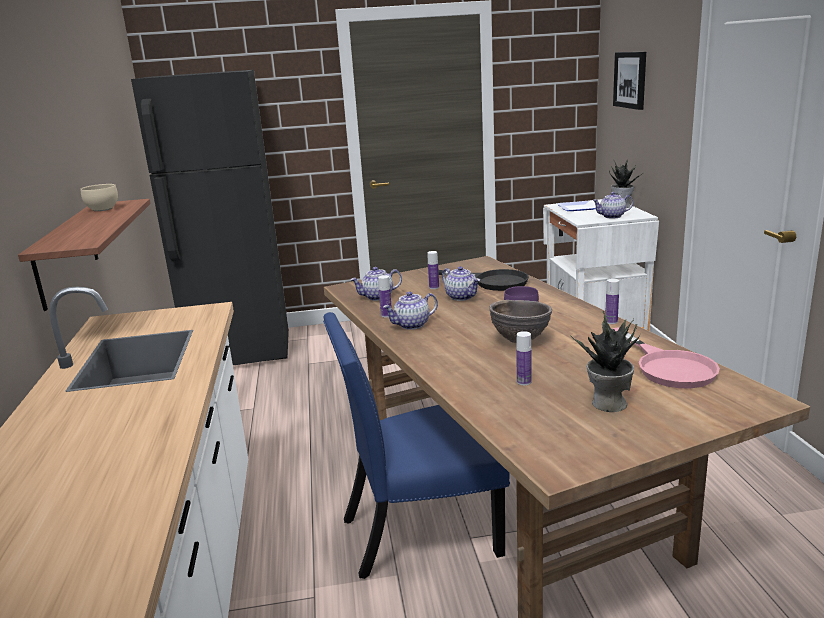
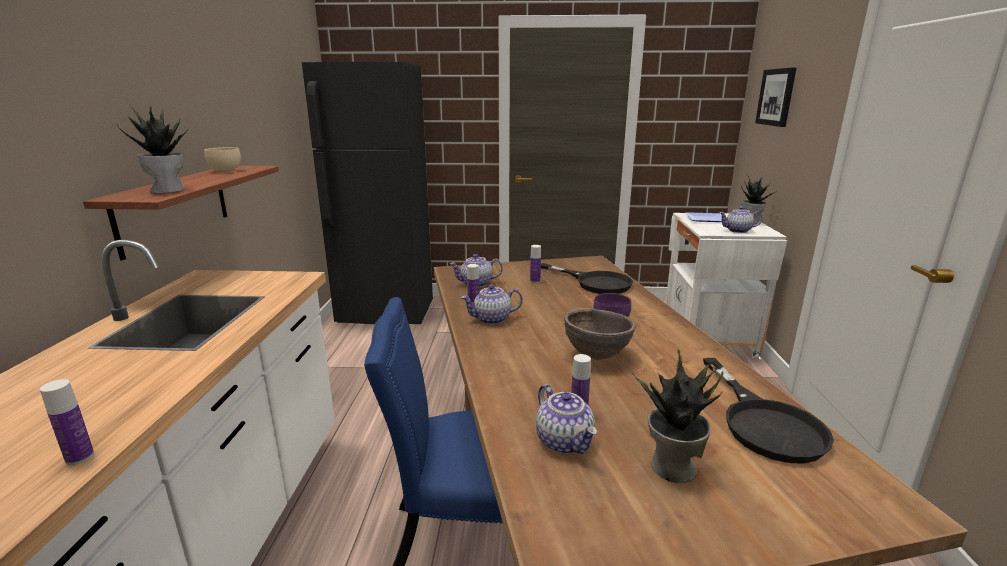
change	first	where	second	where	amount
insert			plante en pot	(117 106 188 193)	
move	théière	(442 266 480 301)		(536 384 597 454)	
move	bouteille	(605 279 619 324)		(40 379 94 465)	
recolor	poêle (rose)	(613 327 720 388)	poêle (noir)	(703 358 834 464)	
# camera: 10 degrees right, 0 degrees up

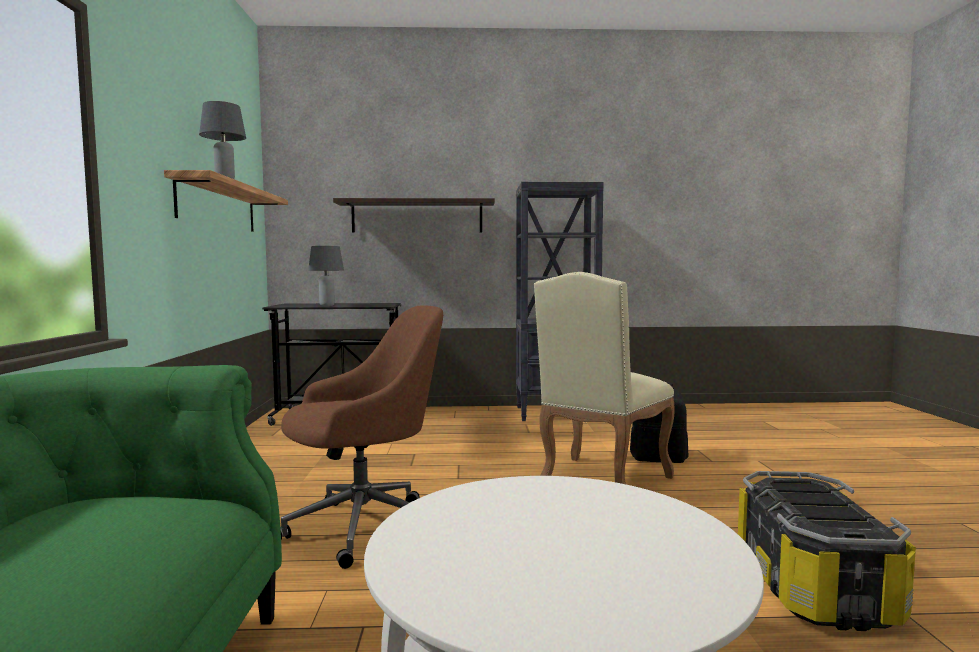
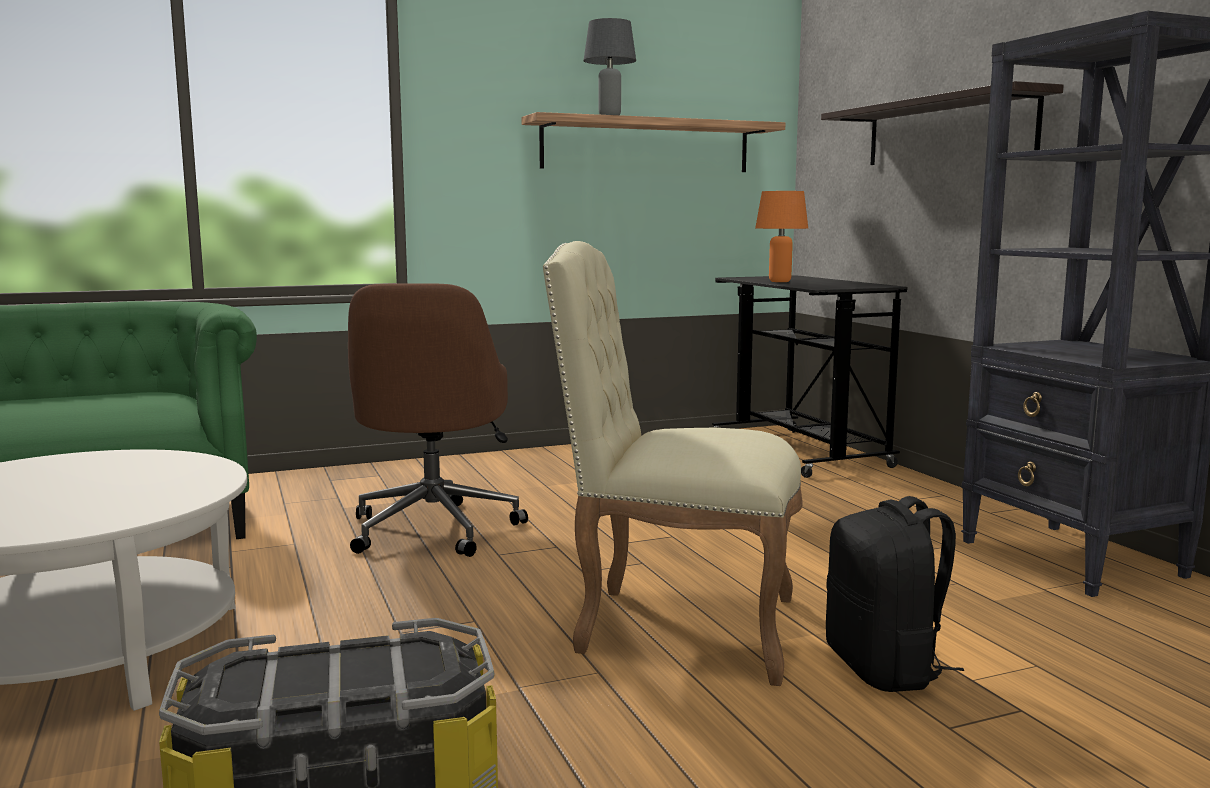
change	first	where	second	where	amount
recolor	lampe de table (gris)	(308 246 344 306)	lampe de table (orange)	(755 191 808 282)	
rotate	chaise de bureau (marron)	(280 305 443 569)		(348 283 528 557)	45 degrees clockwise
# camera: 70 degrees right, 5 degrees up

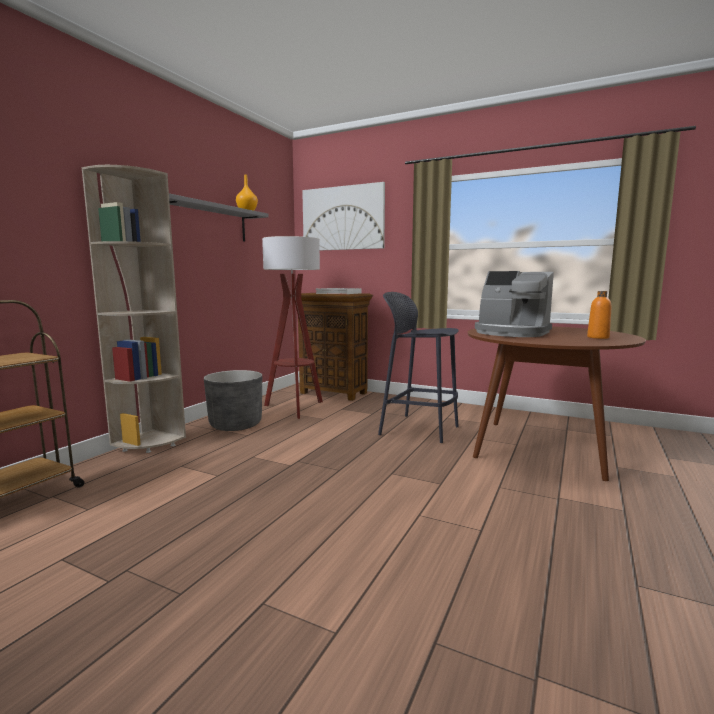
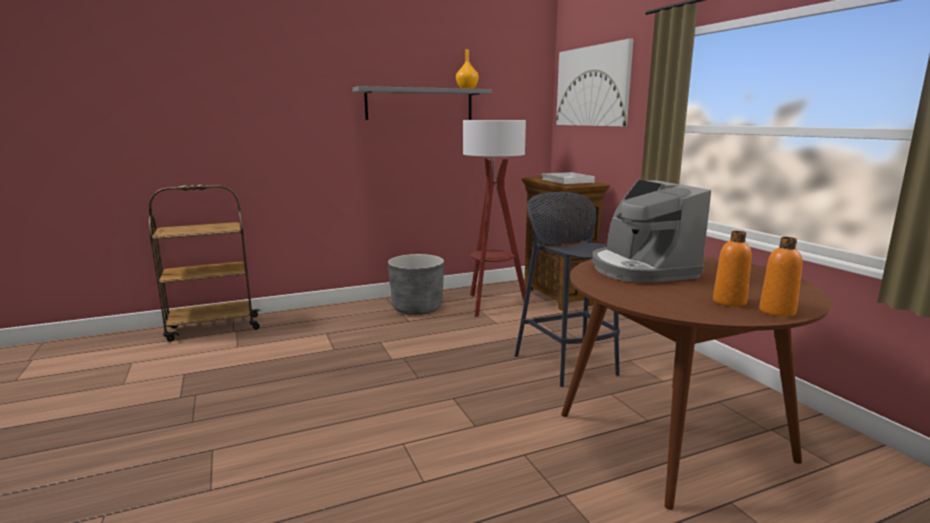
change	first	where	second	where	amount
delete	bibliothèque (beige)	(82 165 186 453)			
insert			bouteille (orange)	(759 237 803 317)	
# camera: 40 degrees right, 5 degrees up

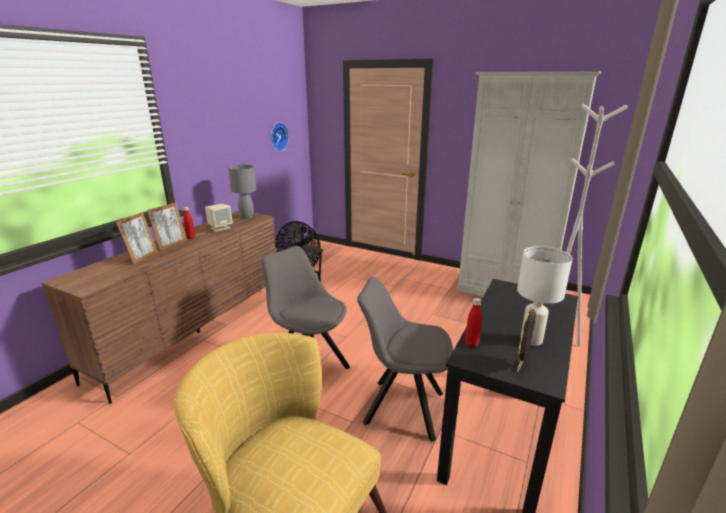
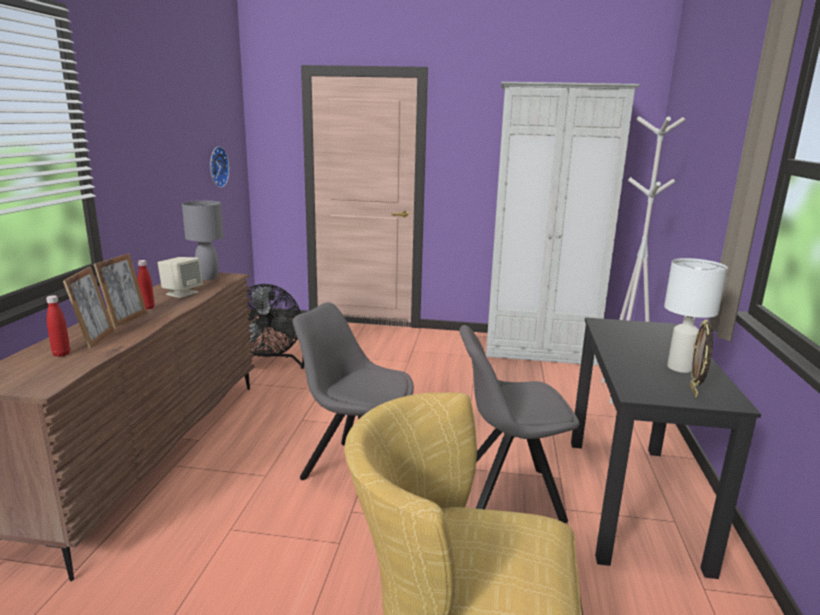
change	first	where	second	where	amount
move	bouteille (rouge)	(465 298 482 347)		(46 295 70 357)	
# camera: 20 degrees left, 5 degrees down

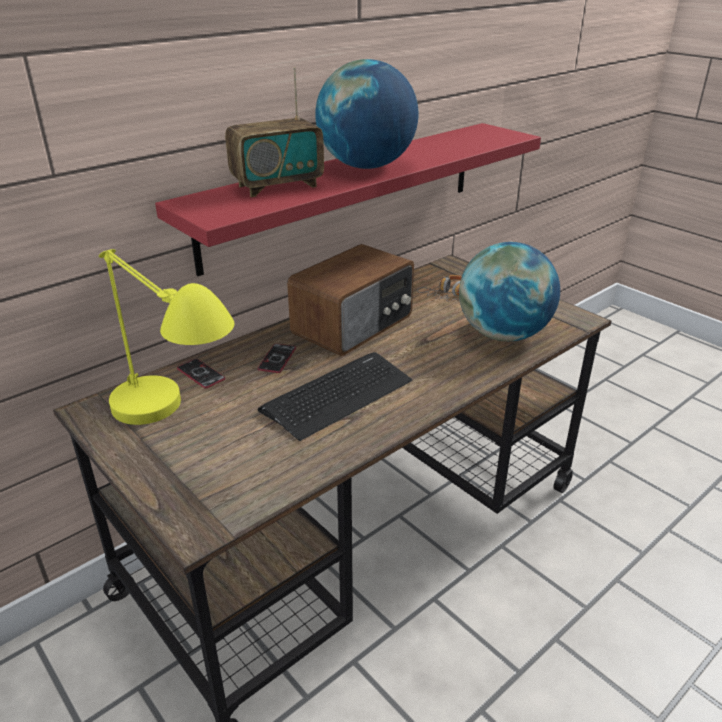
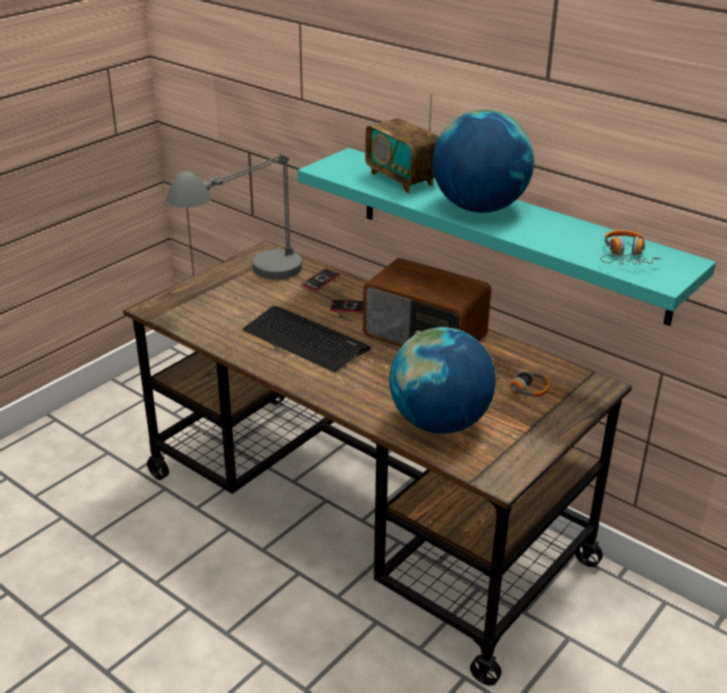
change	first	where	second	where	amount
insert			casque audio	(600 230 662 265)	
recolor	lampe de table (jaune)	(99 249 234 425)	lampe de table (gris)	(166 154 302 280)	
recolor	étagère (rouge)	(155 123 541 276)	étagère (turquoise)	(297 148 716 326)	
# camera: 80 degrees right, 0 degrees up

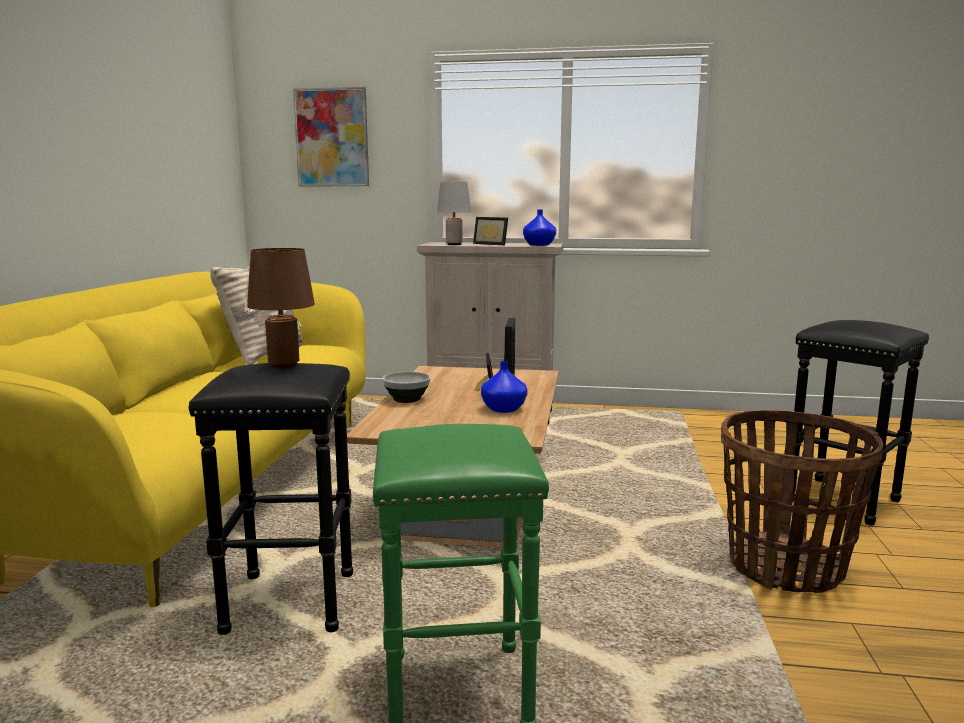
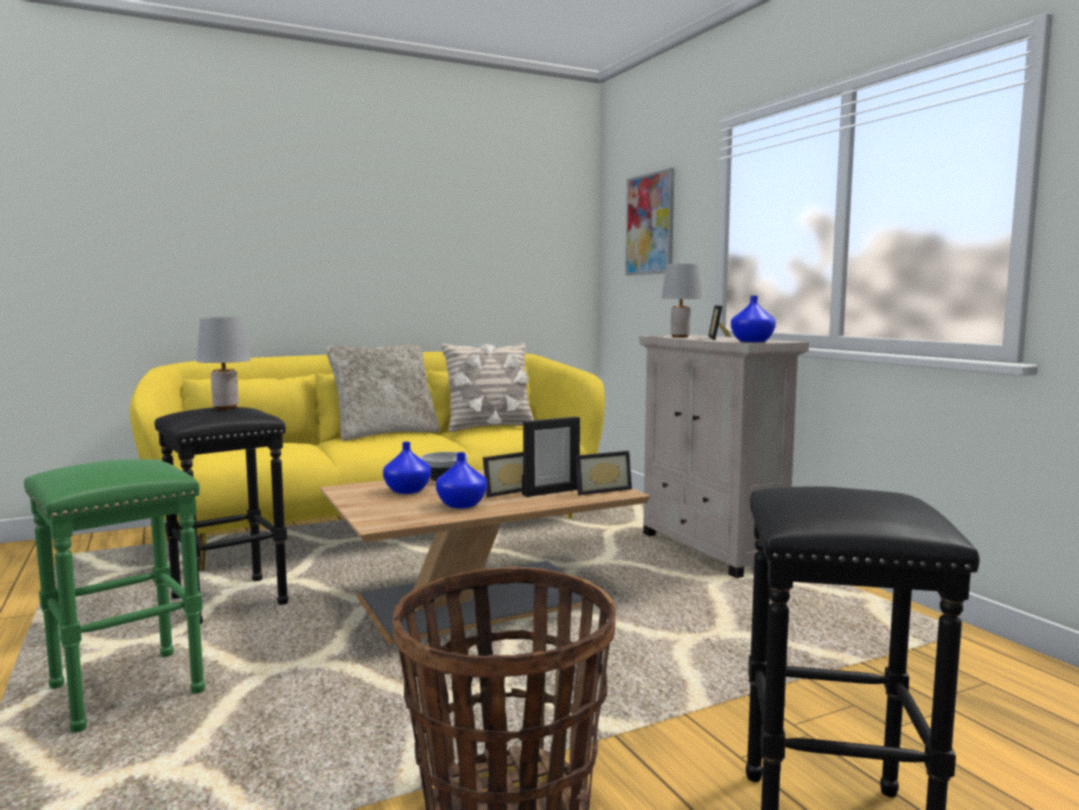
change	first	where	second	where	amount
insert			coussin (beige)	(326 344 440 441)	
insert			vase (bleu)	(383 442 431 494)	
insert			cadre photo	(575 451 632 495)	
recolor	lampe de table (marron)	(247 248 315 368)	lampe de table (gris)	(196 317 251 409)	
# camera: 55 degrees right, 5 degrees down

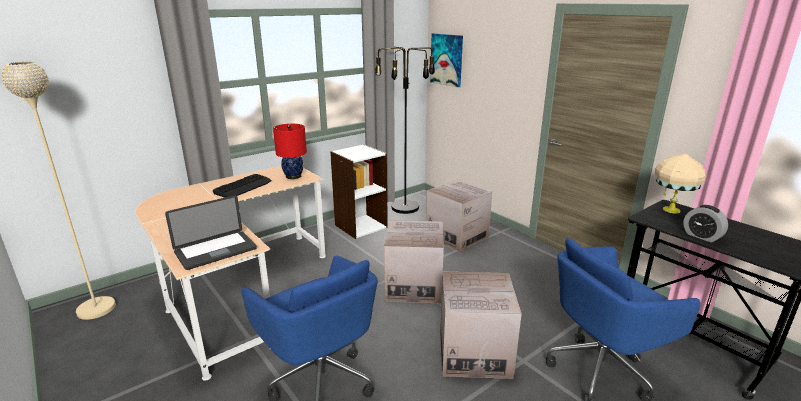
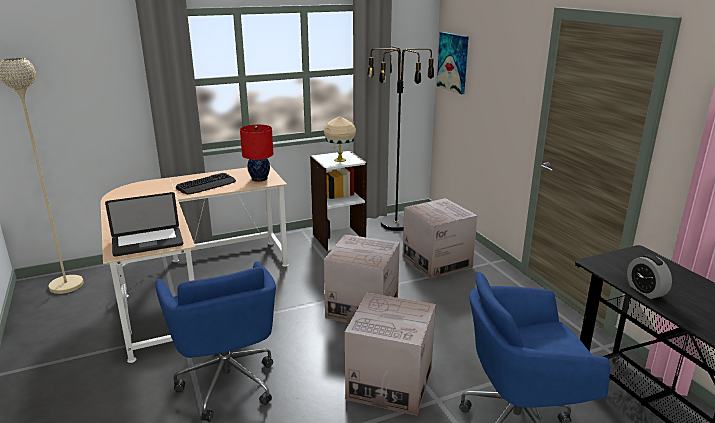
change	first	where	second	where	amount
move	lampe de table (beige)	(655 154 706 214)		(324 116 356 162)	
# camera: 15 degrees right, 0 degrees up

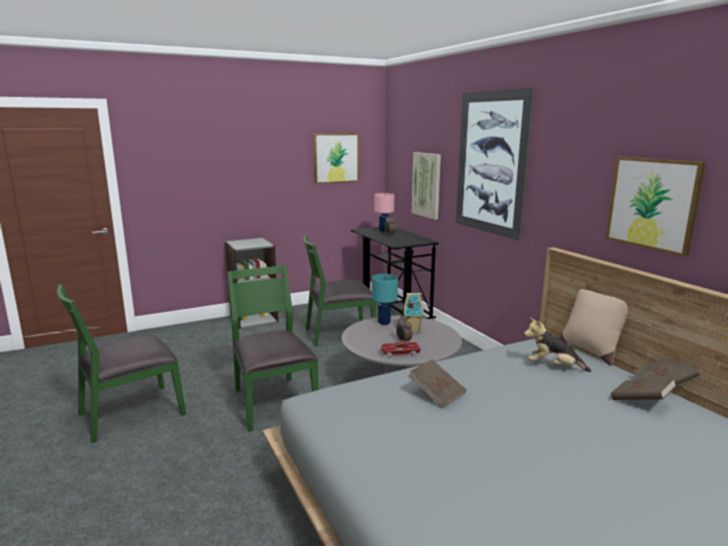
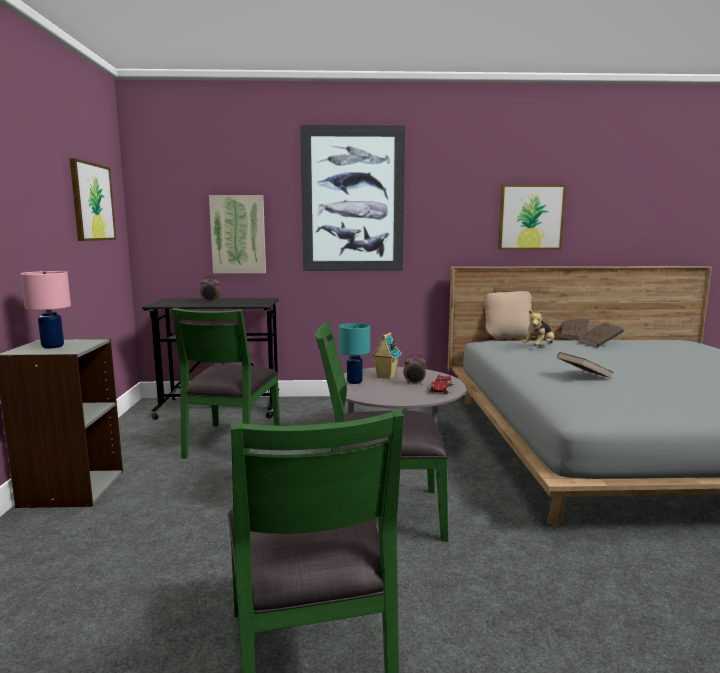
change	first	where	second	where	amount
move	lampe de table (rose)	(374 193 394 232)		(21 271 71 349)	
# camera: 65 degrees left, 5 degrees down

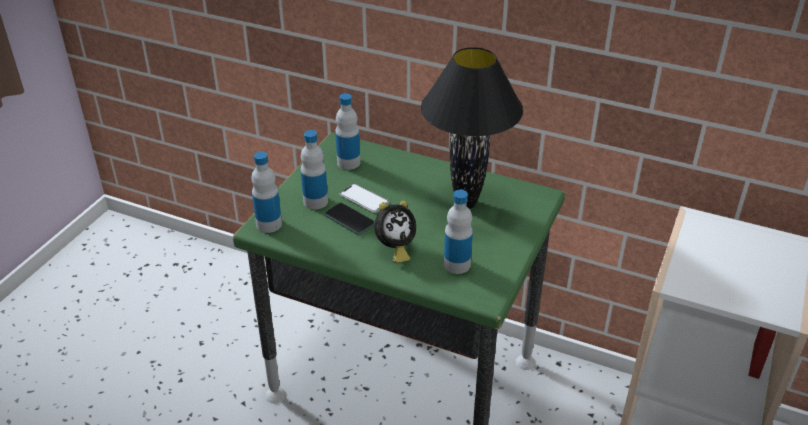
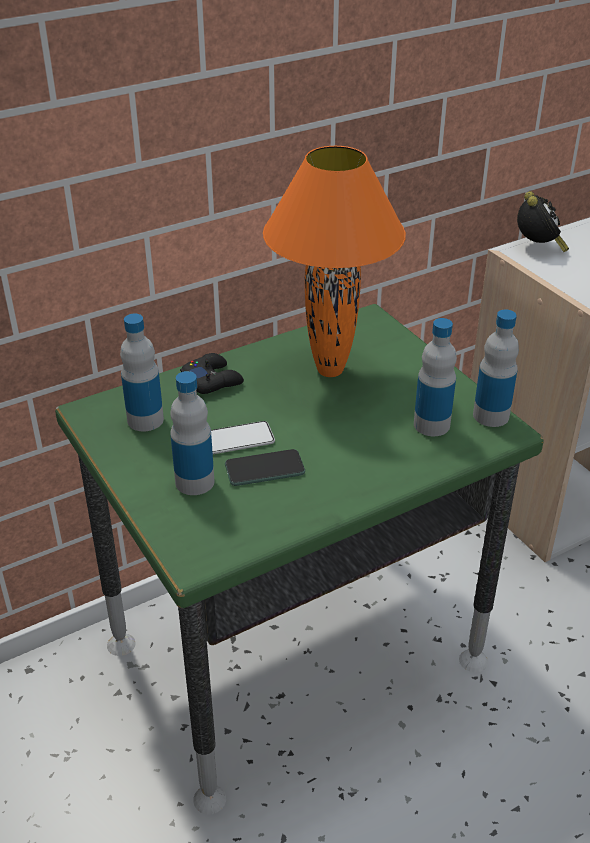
change	first	where	second	where	amount
insert			manette (noir)	(180 353 244 394)	
move	bouteille	(251 151 282 233)		(473 309 519 427)	
move	réveil	(374 200 416 263)		(517 191 569 252)	
recolor	lampe de table (noir)	(421 47 523 209)	lampe de table (orange)	(263 146 406 377)	
# camera: 55 degrees left, 0 degrees up

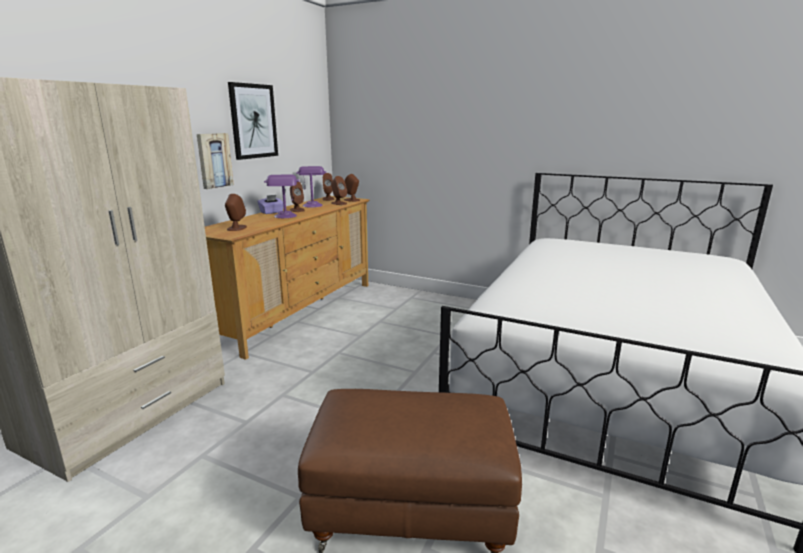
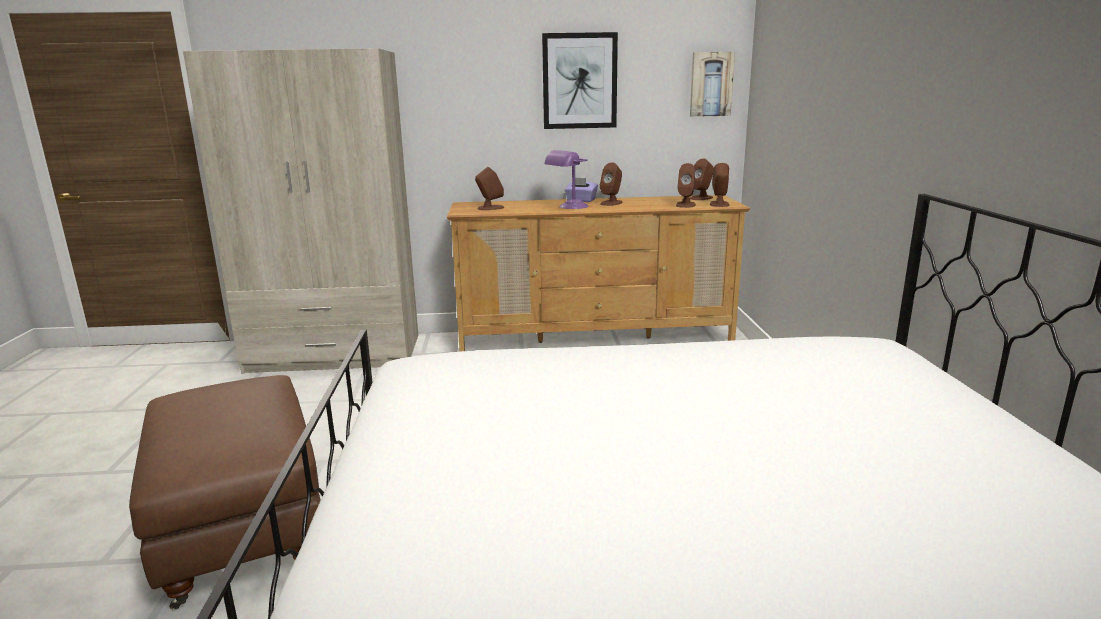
change	first	where	second	where	amount
delete	lampe de table (violet)	(296 166 326 207)			
move	tableau	(197 133 234 189)		(690 52 735 117)	
# camera: 60 degrees right, 0 degrees up

